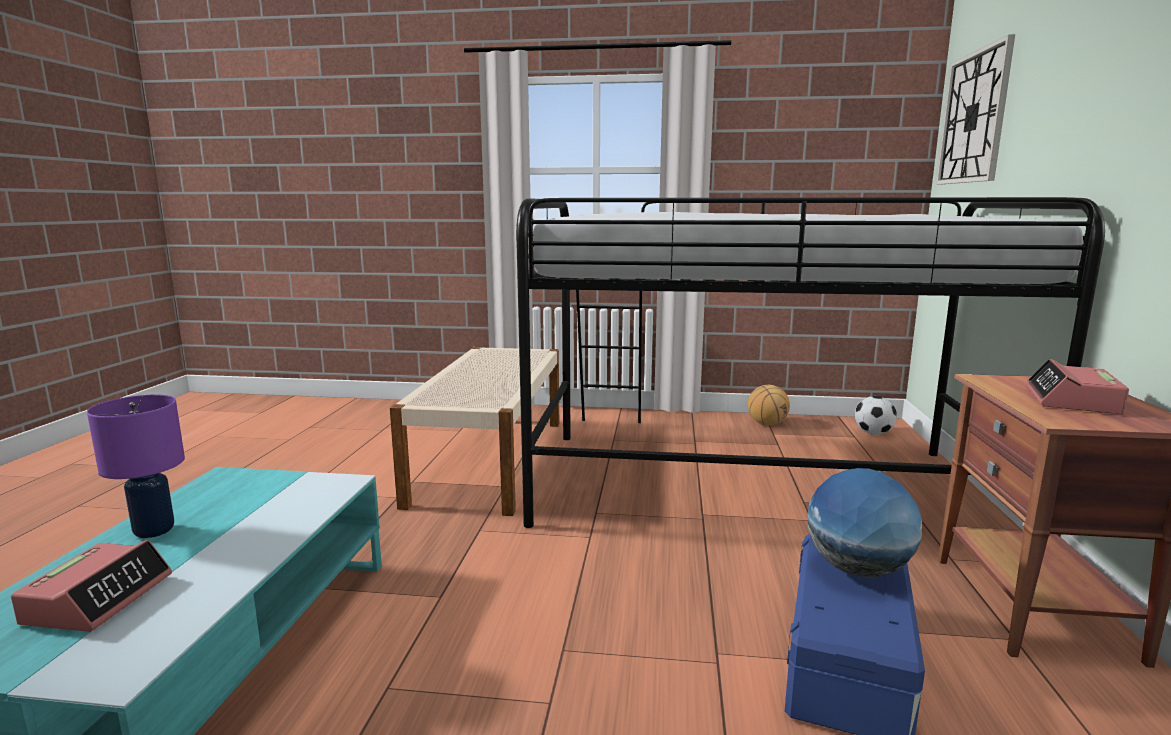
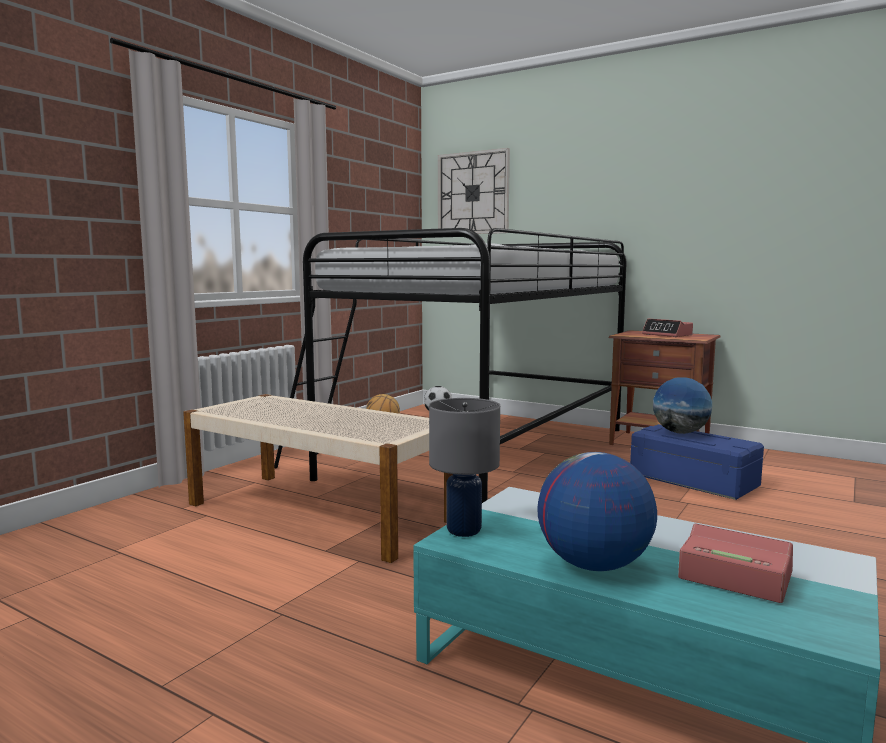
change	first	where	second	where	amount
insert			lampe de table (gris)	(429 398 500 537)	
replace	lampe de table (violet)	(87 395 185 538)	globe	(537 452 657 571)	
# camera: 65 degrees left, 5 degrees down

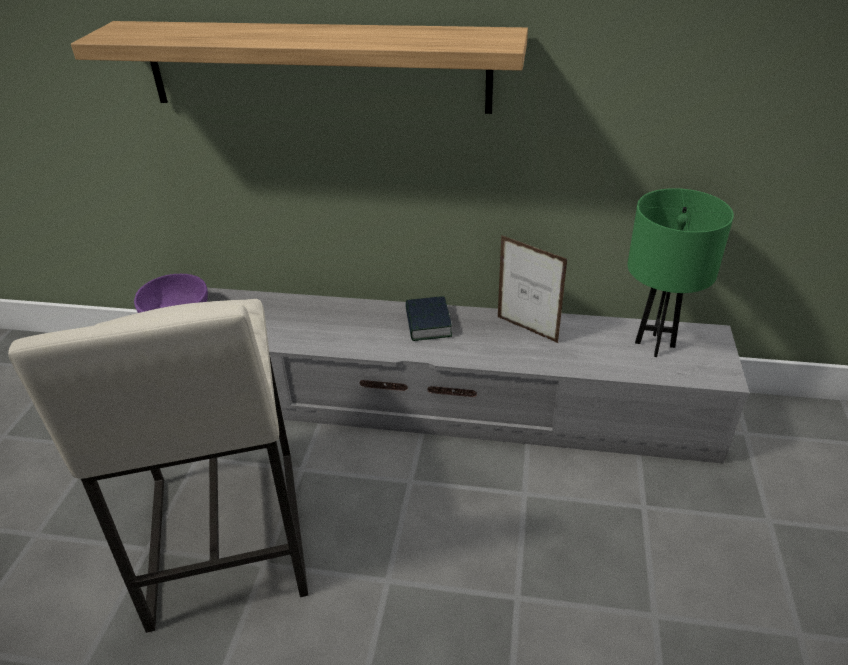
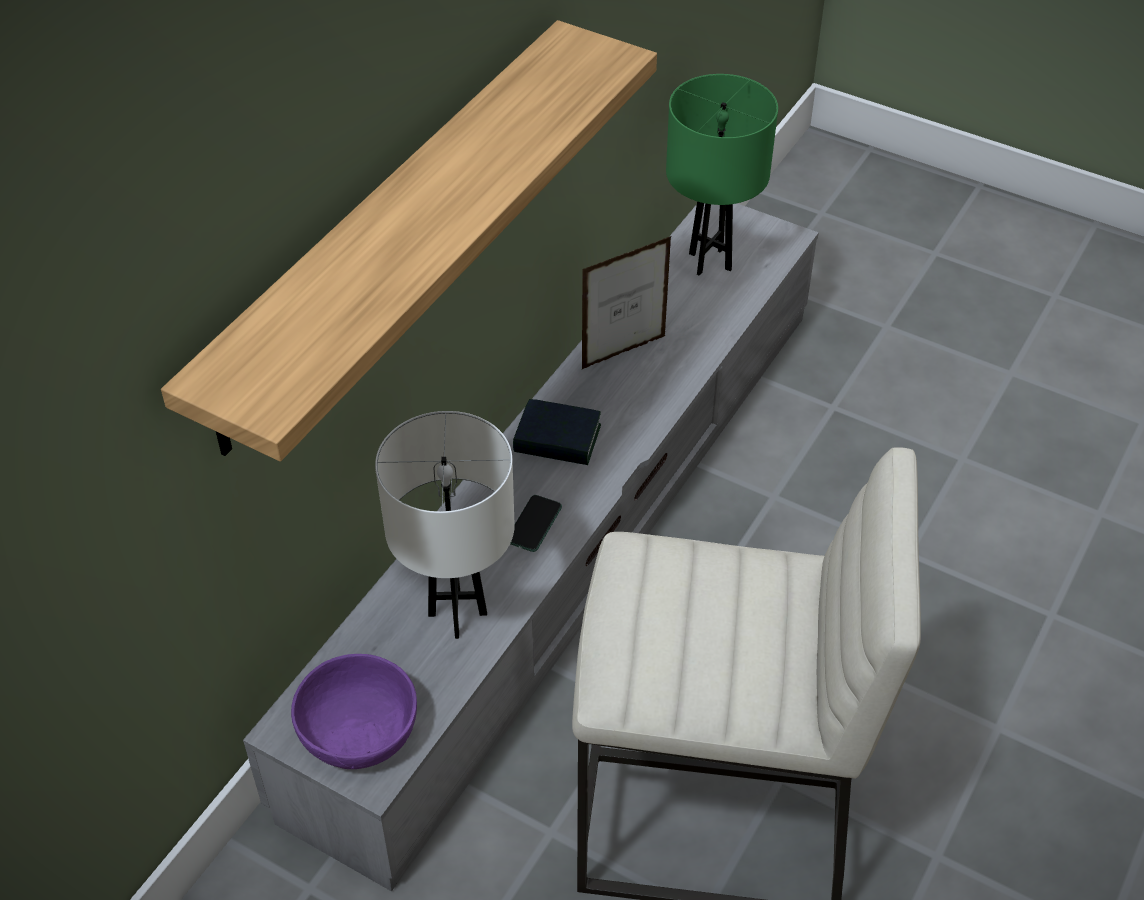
change	first	where	second	where	amount
insert			lampe de table (blanc)	(375 411 515 639)	
insert			téléphone	(510 495 562 552)	
# camera: 70 degrees left, 10 degrees up

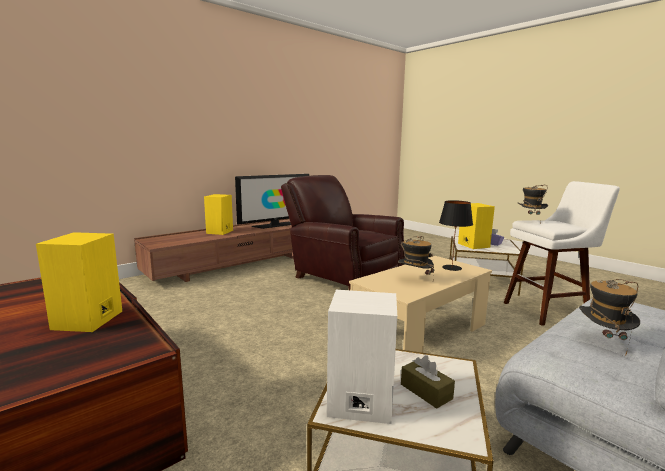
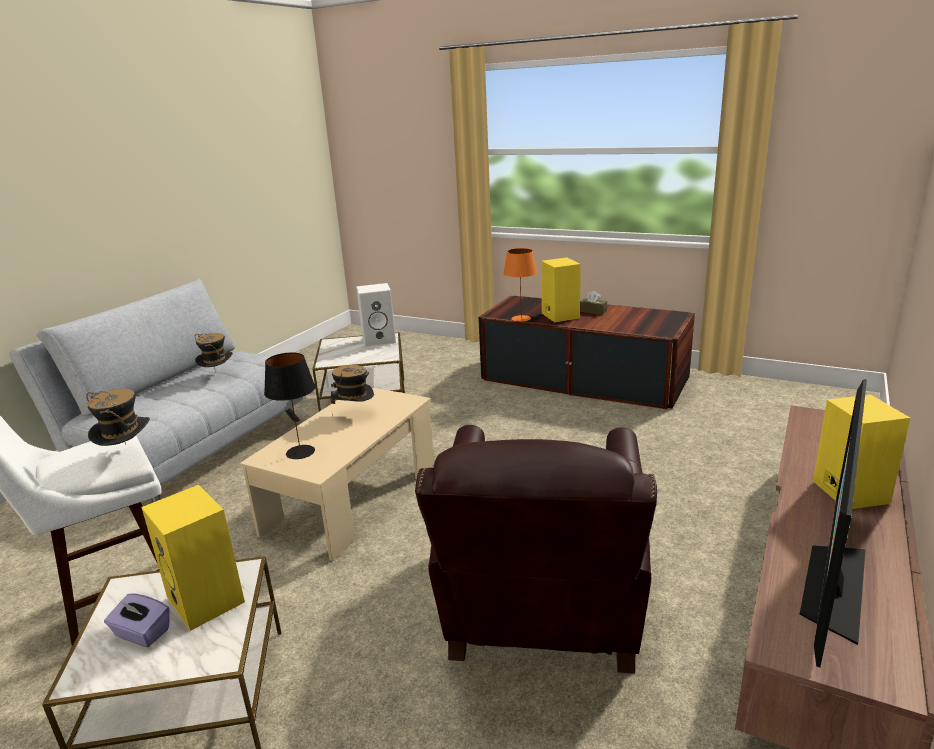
change	first	where	second	where	amount
insert			lampe de table (orange)	(503 248 537 322)	
move	boîte à mouchoirs (marron)	(401 355 455 409)		(580 291 607 315)	
rotate	fauteuil (marron)	(281 175 405 290)		(415 425 657 674)	75 degrees clockwise
# camera: 160 degrees right, 10 degrees up

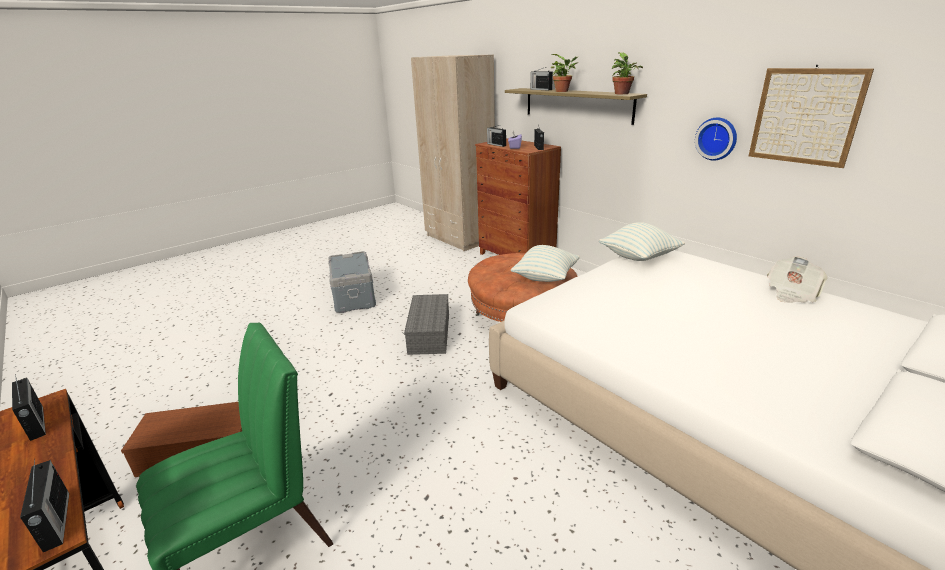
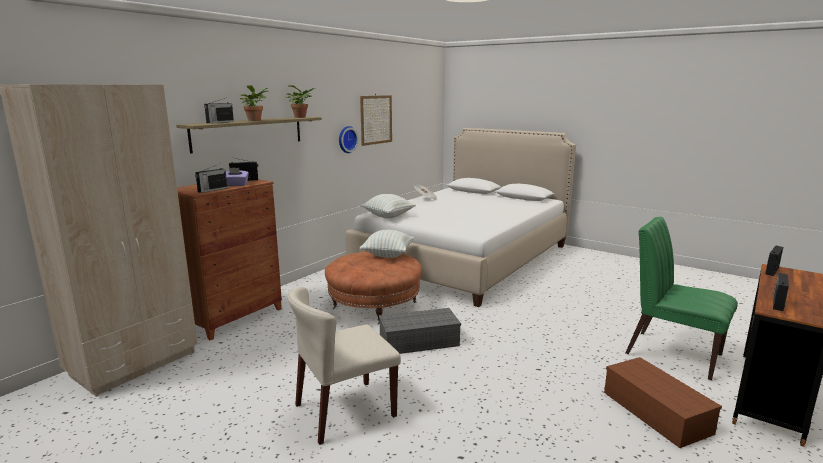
change	first	where	second	where	amount
replace	boîte de rangement (gris)	(328 251 376 313)	chaise (beige)	(287 287 401 445)	
# camera: 105 degrees left, 10 degrees down

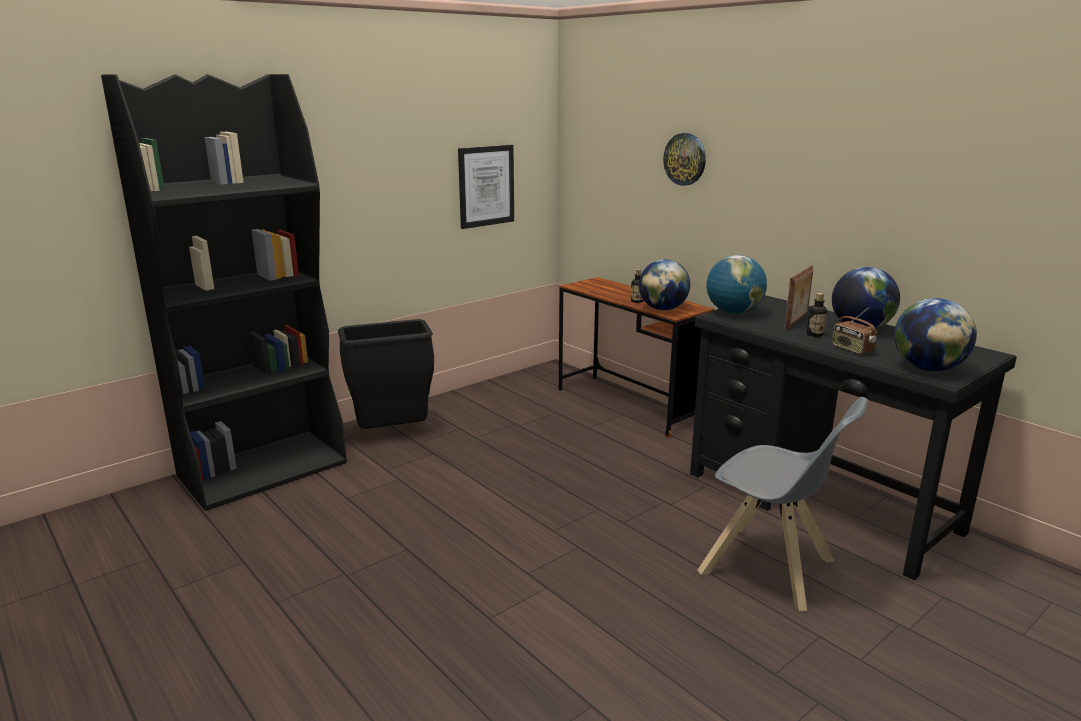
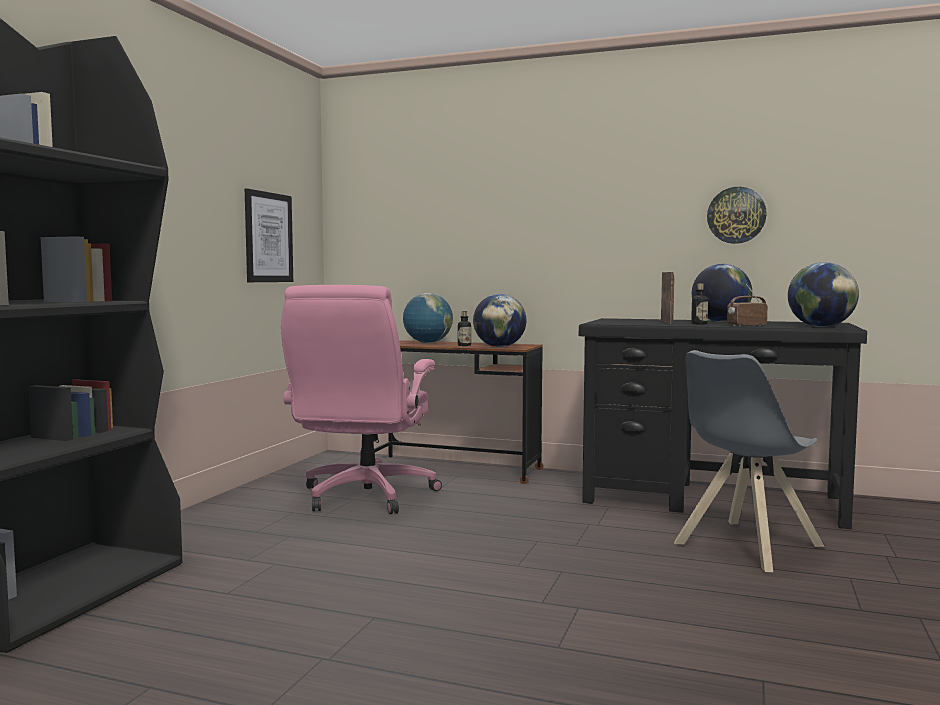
change	first	where	second	where	amount
delete	poubelle (noir)	(338 319 434 429)			
insert			chaise de bureau (rose)	(281 285 442 514)	
move	horloge murale	(663 133 706 186)		(707 187 767 244)	
move	globe	(706 255 767 314)		(403 293 453 343)	
rotate	chaise (gris)	(697 397 868 612)		(674 350 825 572)	135 degrees clockwise
rotate	radio	(832 307 877 354)		(727 284 768 326)	135 degrees clockwise
# camera: 30 degrees left, 15 degrees down

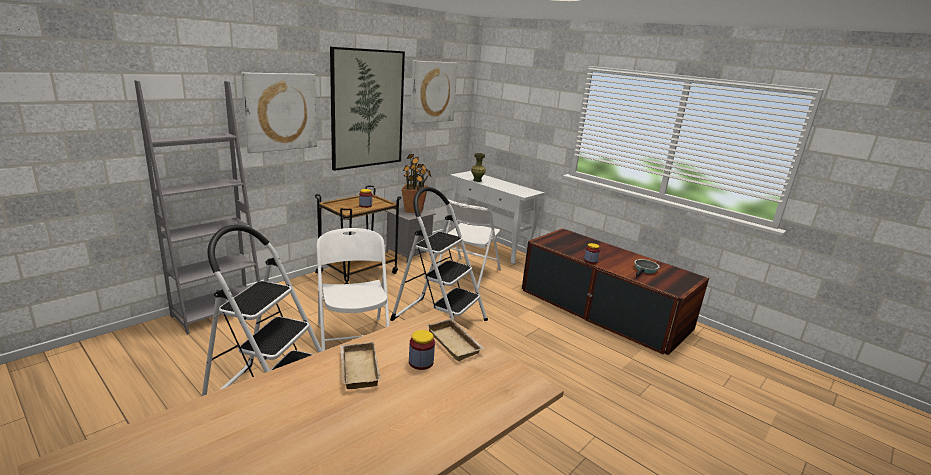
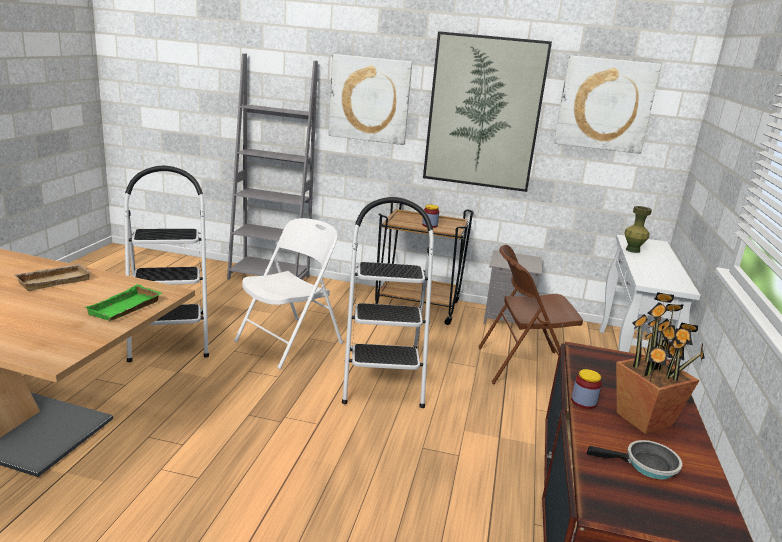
change	first	where	second	where	amount
delete	bocal	(409 330 435 370)			
move	plante en pot	(401 154 431 214)		(616 292 705 434)	
recolor	plateau (beige)	(426 318 485 361)	plateau (vert)	(85 284 162 321)	
recolor	chaise (blanc)	(437 199 501 290)	chaise (marron)	(478 245 583 385)	
# camera: 60 degrees right, 0 degrees up

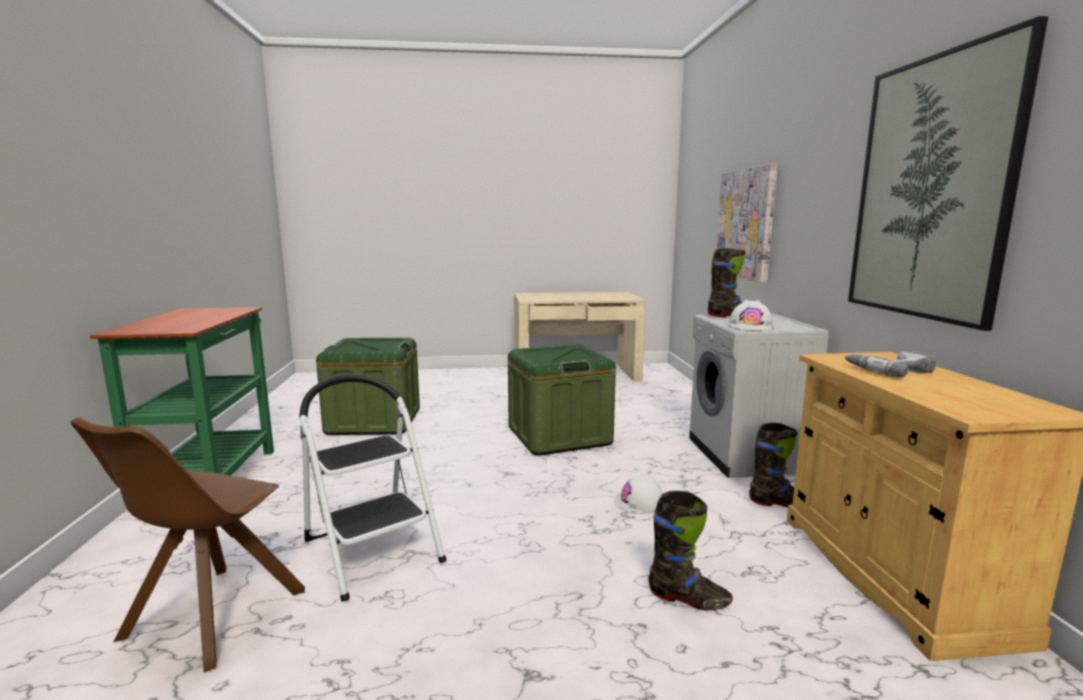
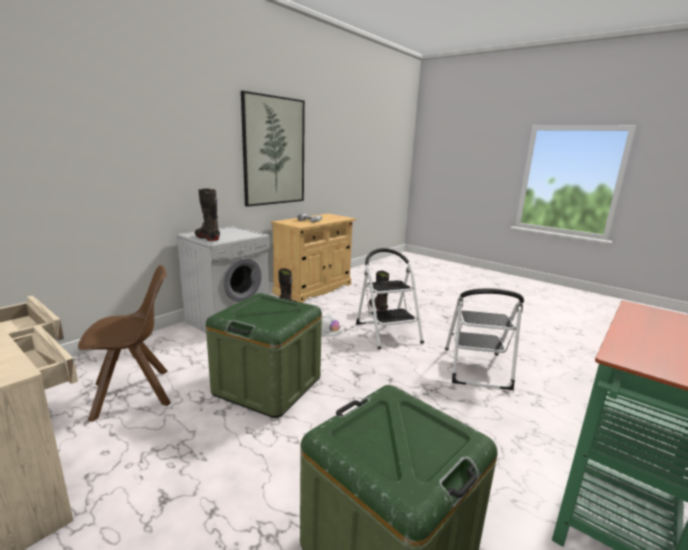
change	first	where	second	where	amount
delete	tableau	(717 163 778 282)			
delete	casque de chantier (blanc)	(728 300 774 331)			
insert			escabeau	(356 248 424 350)	
move	chaise (marron)	(70 417 305 672)		(78 265 171 422)	
# camera: 135 degrees left, 5 degrees up

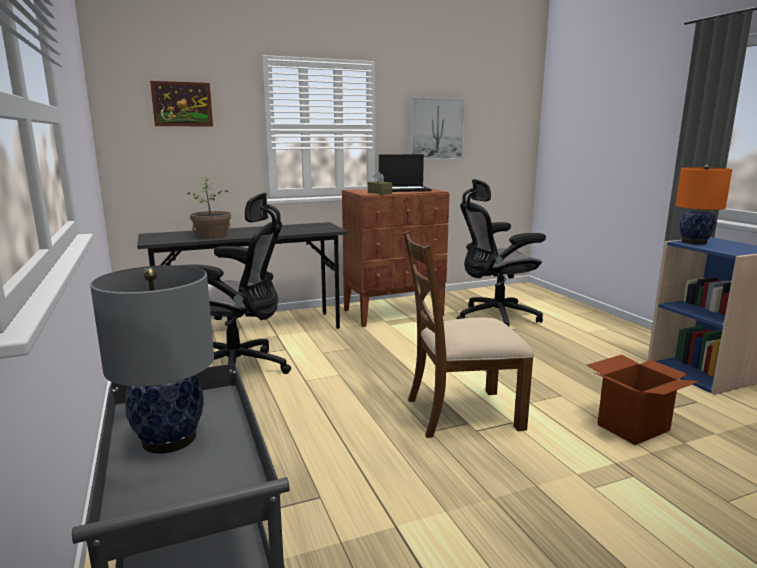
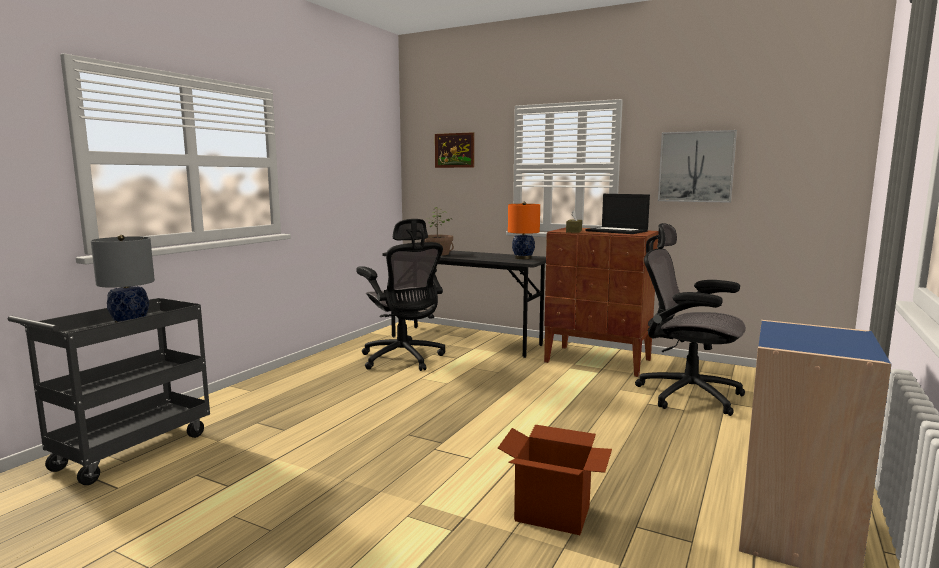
change	first	where	second	where	amount
delete	chaise (marron)	(403 231 535 438)			
move	lampe de table (orange)	(676 165 732 244)		(508 202 540 259)	
# camera: 50 degrees right, 5 degrees down

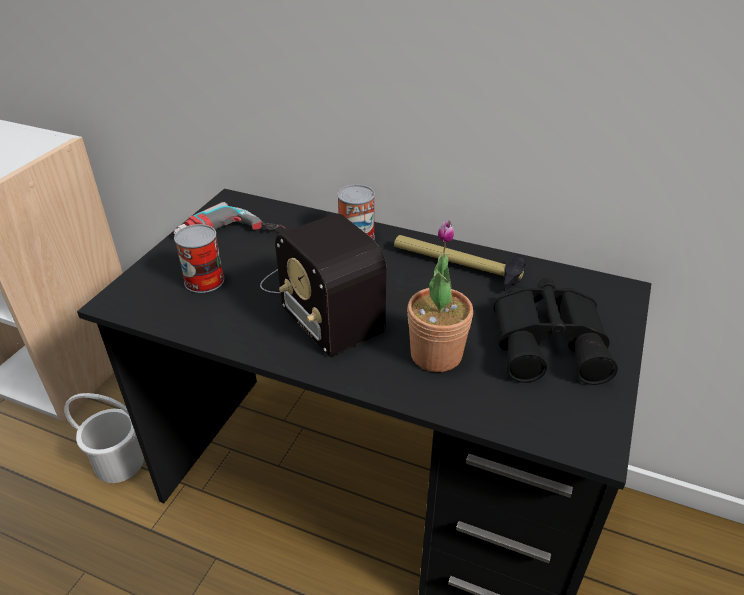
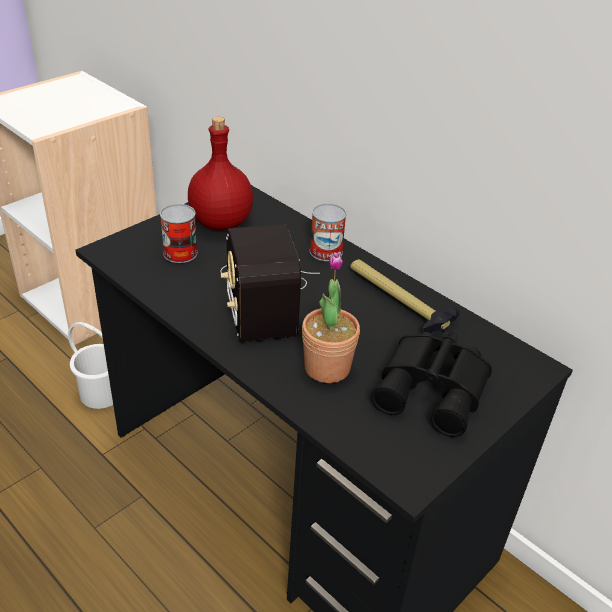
change	first	where	second	where	amount
replace	perceuse	(174 202 286 235)	bouteille (rouge)	(188 117 253 230)	
# camera: 20 degrees right, 0 degrees up

